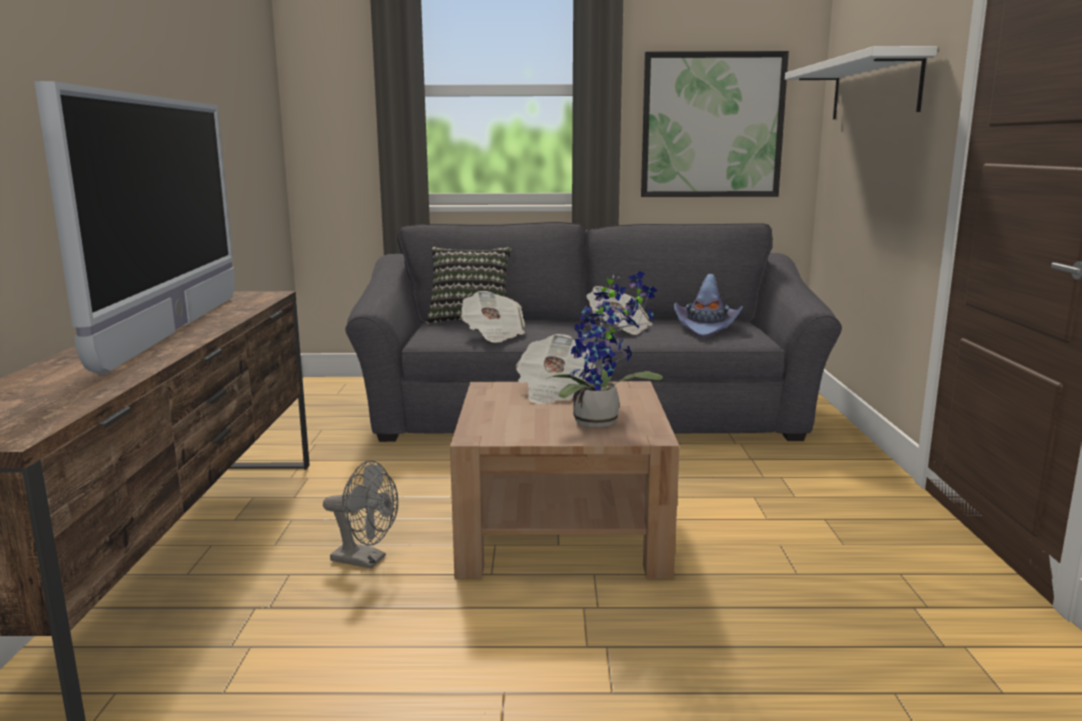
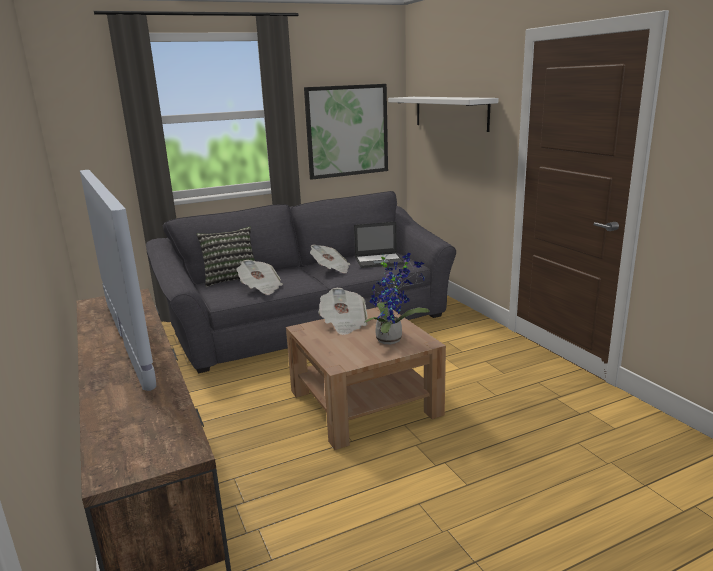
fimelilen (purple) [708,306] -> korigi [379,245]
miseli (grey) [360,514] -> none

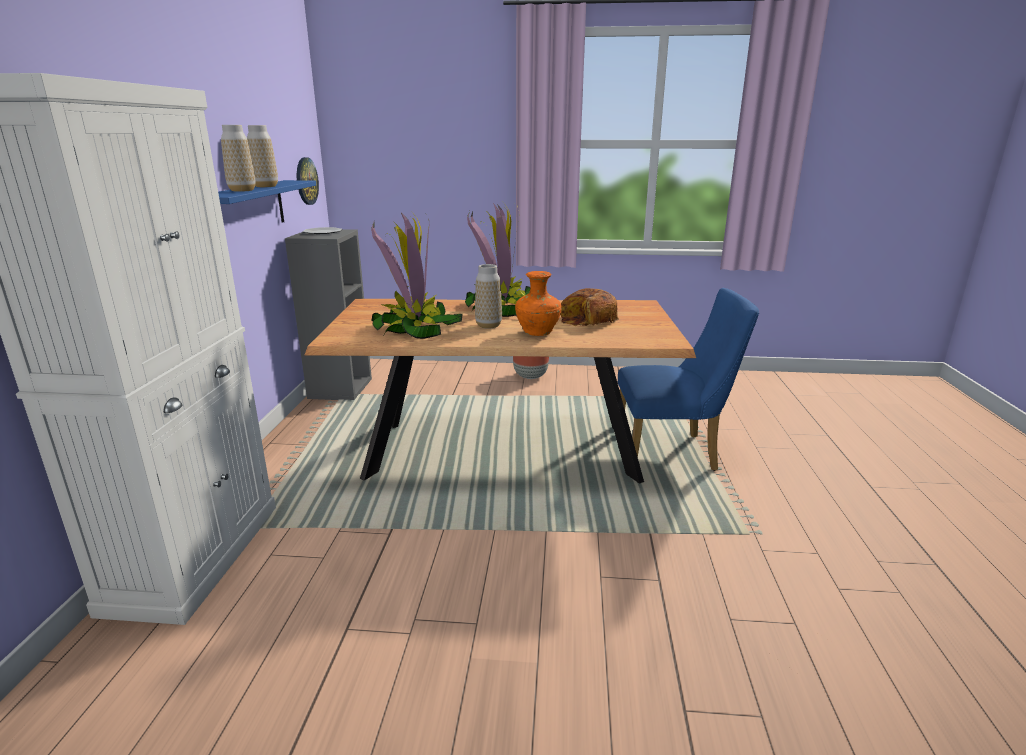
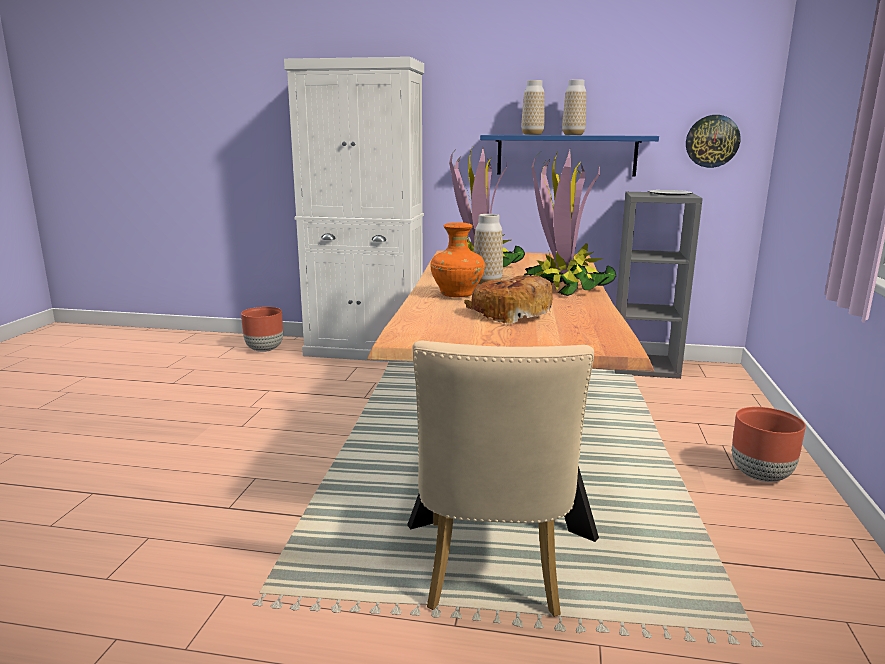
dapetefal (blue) [688,379] -> dapetefal (beige) [503,479]
none -> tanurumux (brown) [262,329]

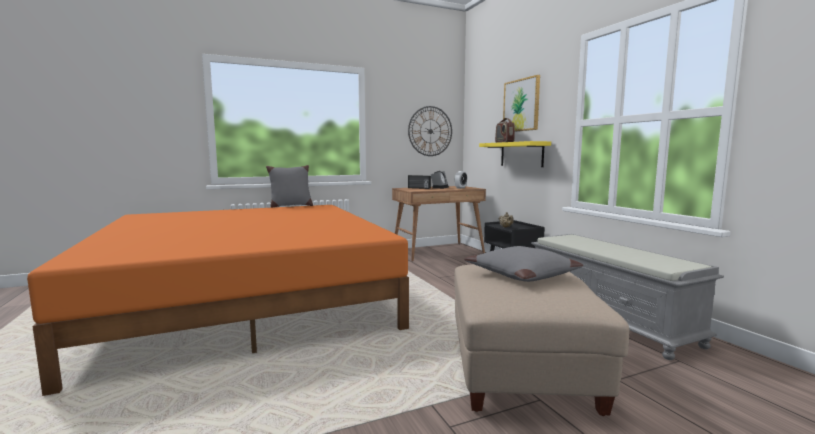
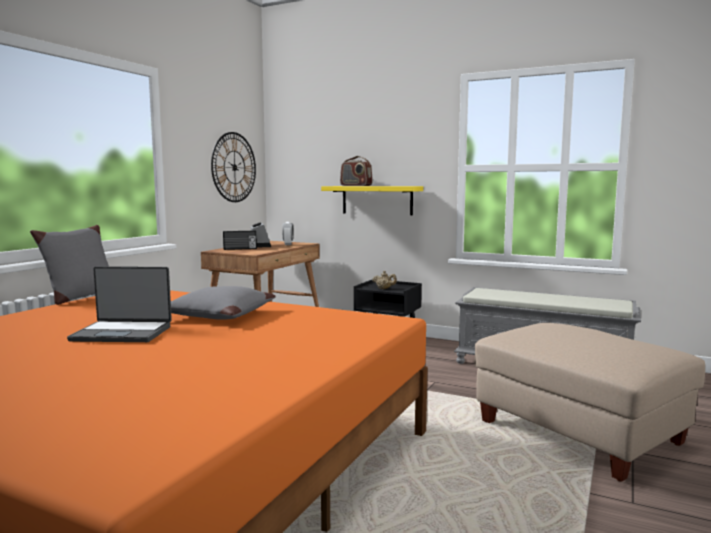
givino [521,103] -> none
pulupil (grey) [523,264] -> pulupil (grey) [223,303], moved
none -> korigi [119,304]

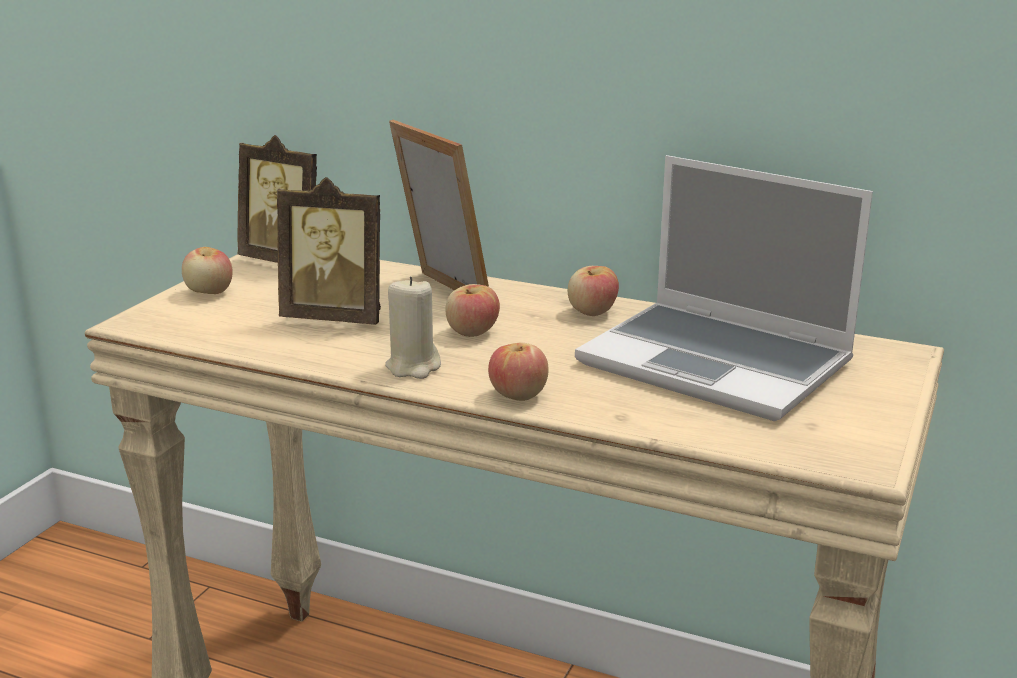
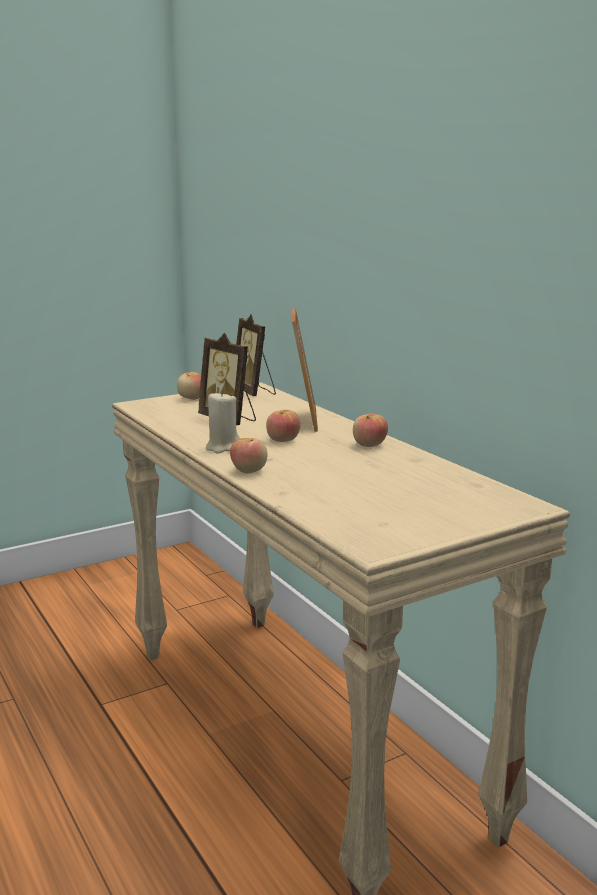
korigi [724,288] -> none

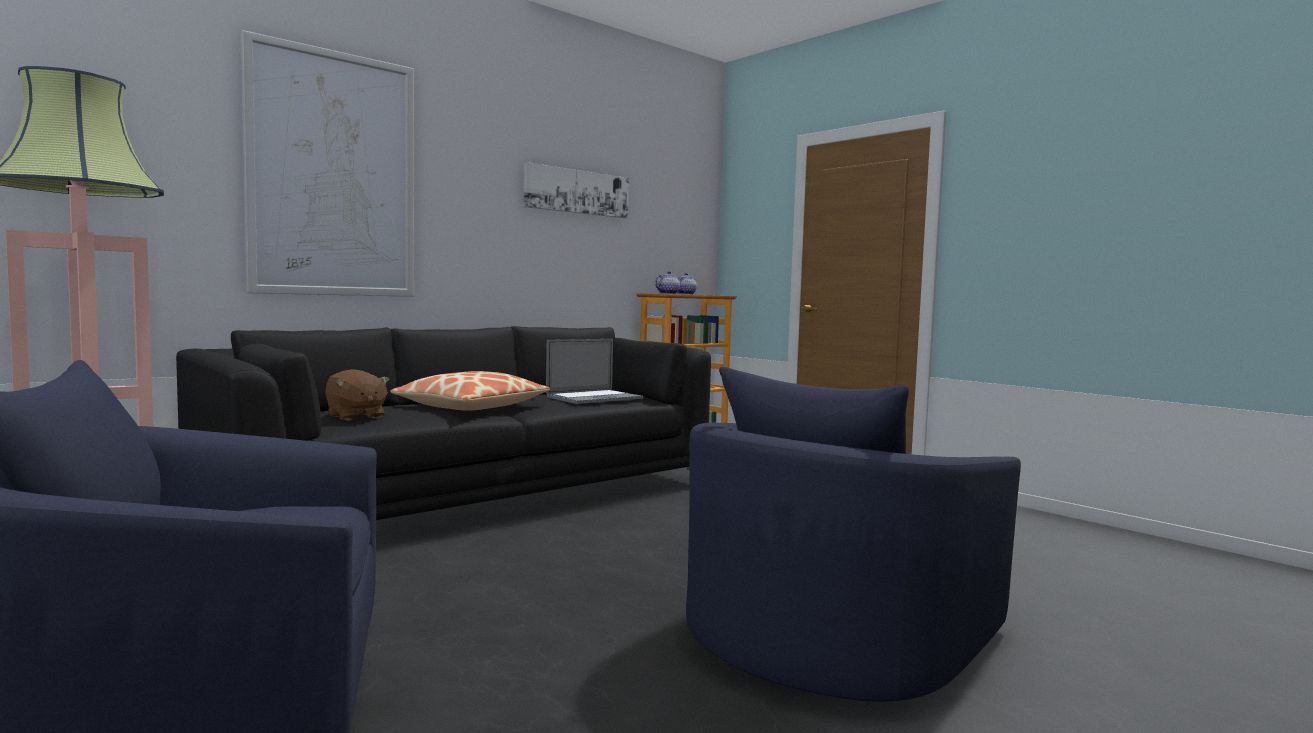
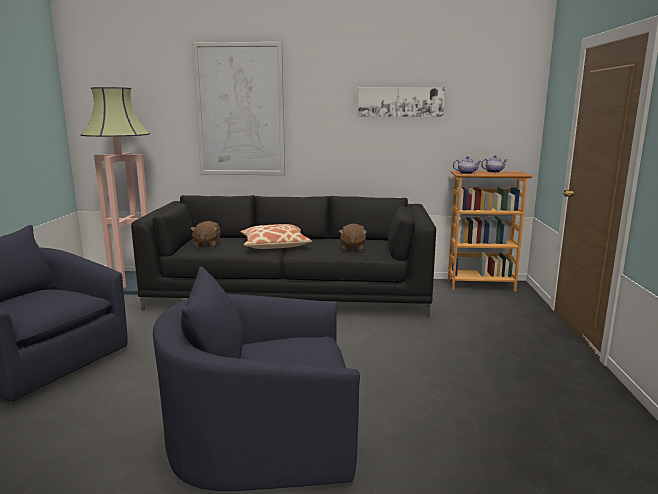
korigi [594,371] -> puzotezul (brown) [353,237]

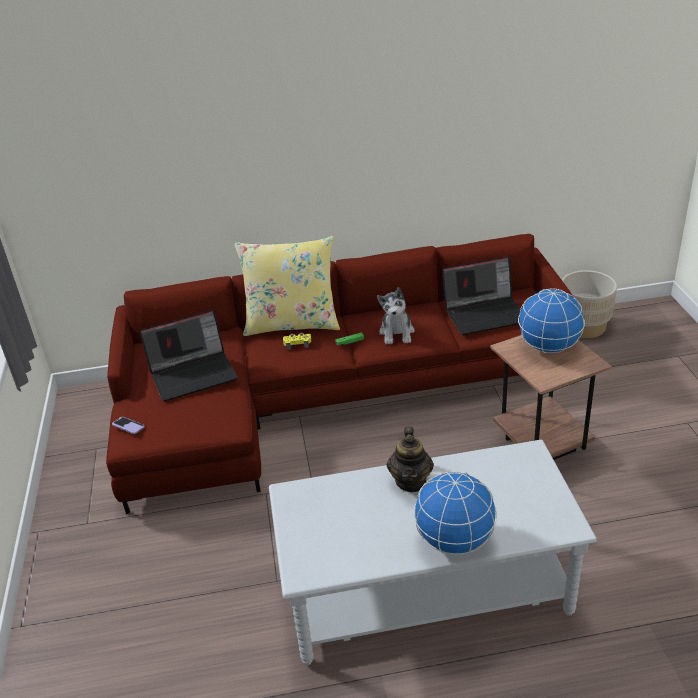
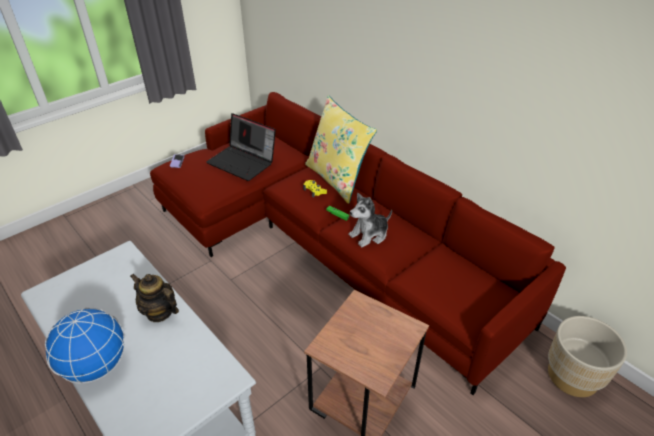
korigi [481,295] -> none
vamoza [551,320] -> none
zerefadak [410,459] -> zerefadak [154,298], 60 degrees clockwise

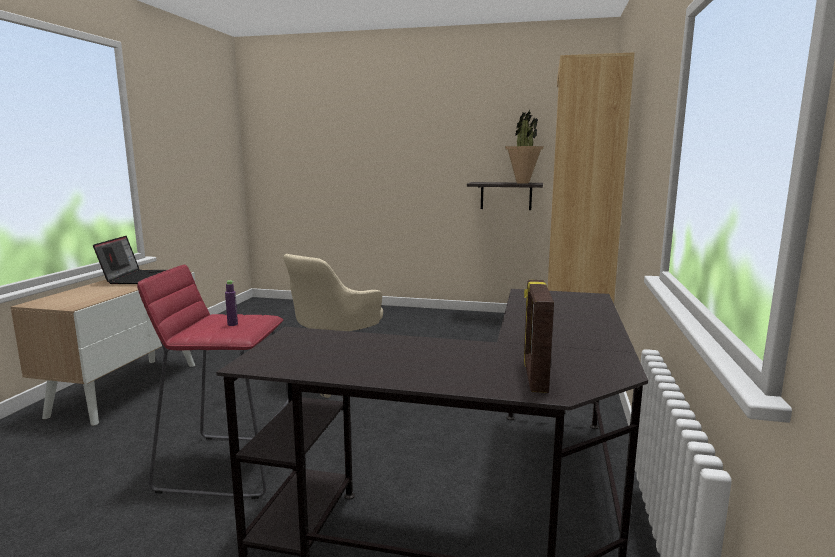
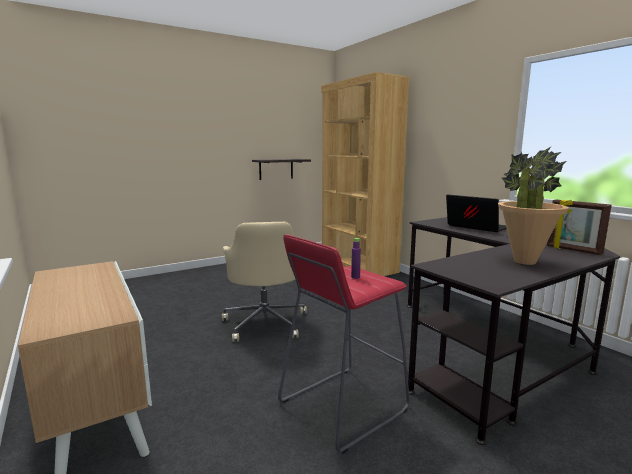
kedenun [524,147] -> kedenun [533,206], moved
korigi [129,260] -> korigi [476,213], moved

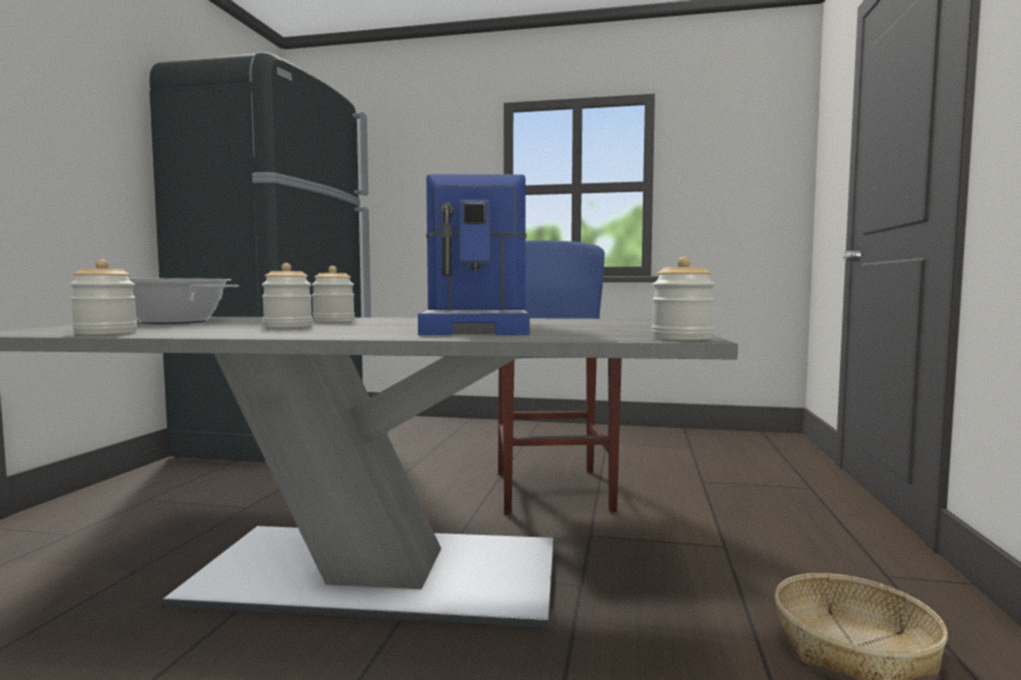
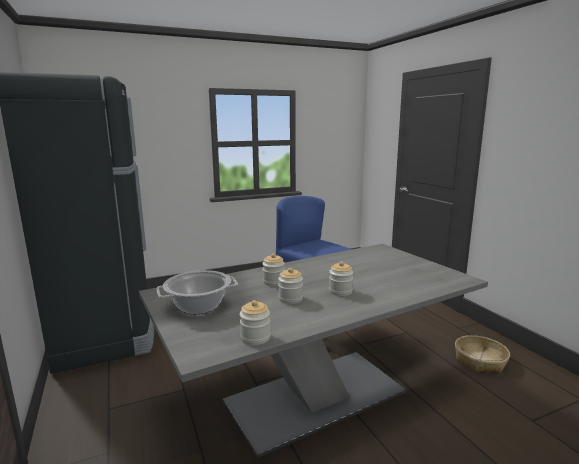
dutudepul [474,254] -> none
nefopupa [683,298] -> nefopupa [341,278], moved

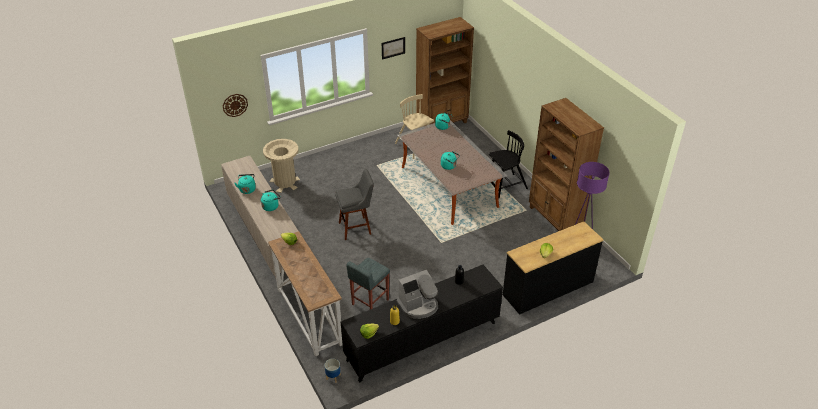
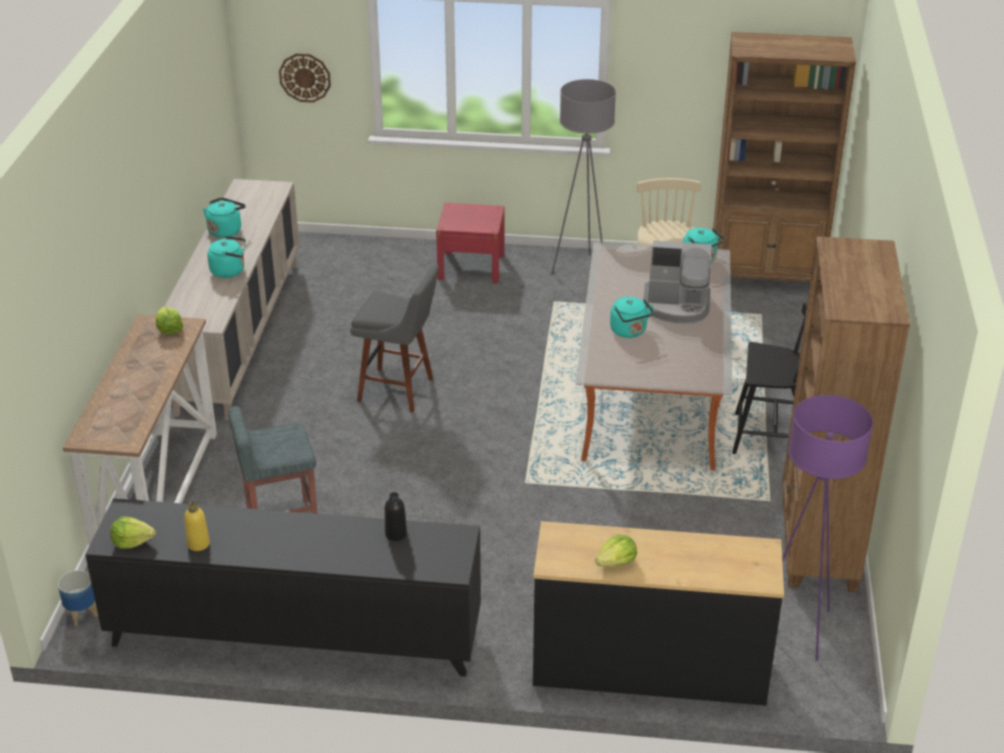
givino [393,48] -> none
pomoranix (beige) [281,166] -> none
dutudepul [417,294] -> dutudepul [677,282], moved
none -> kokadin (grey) [583,177]
none -> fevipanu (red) [470,243]

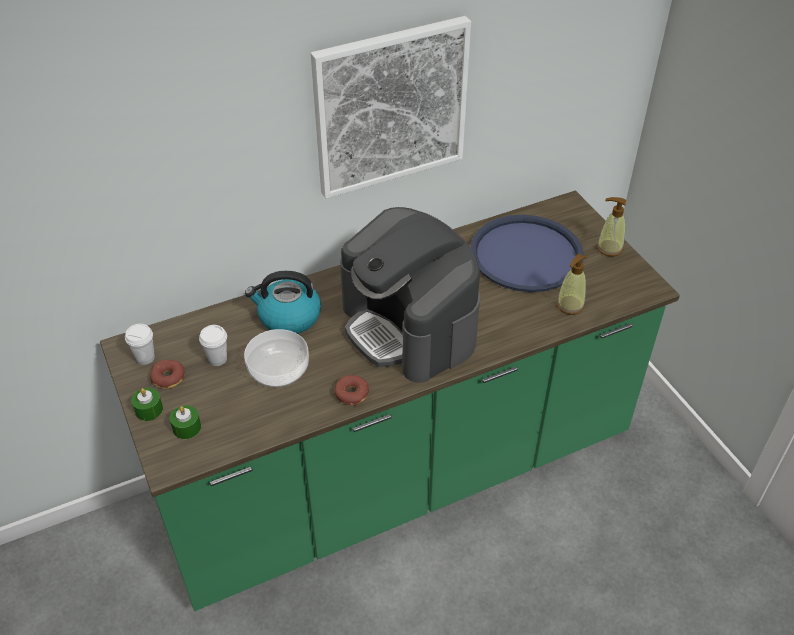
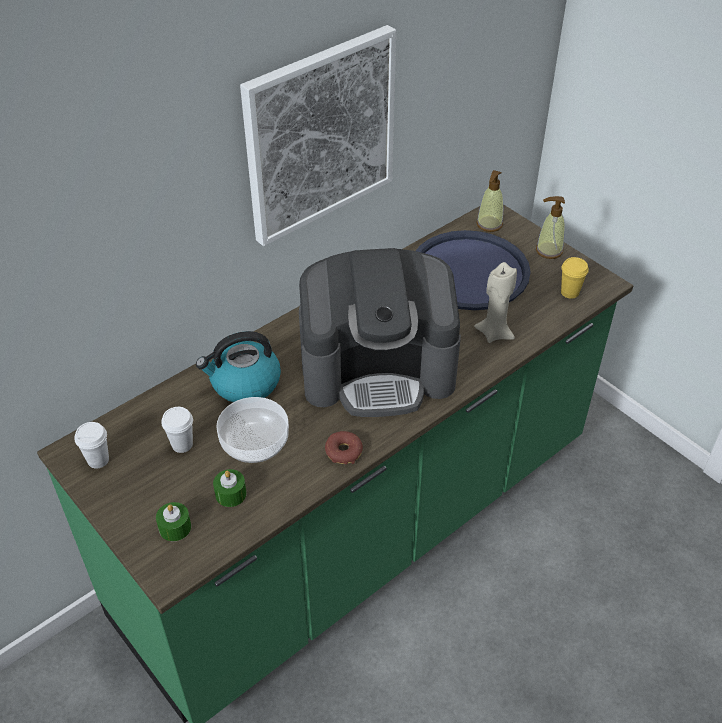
dutudepul [410,295] -> dutudepul [380,332], 45 degrees counterclockwise
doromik [571,284] -> doromik [489,201], moved
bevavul [167,374] -> none
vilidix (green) [147,404] -> vilidix (green) [230,488], moved
none -> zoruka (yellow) [575,278]
none -> vilidix (beige) [495,302]

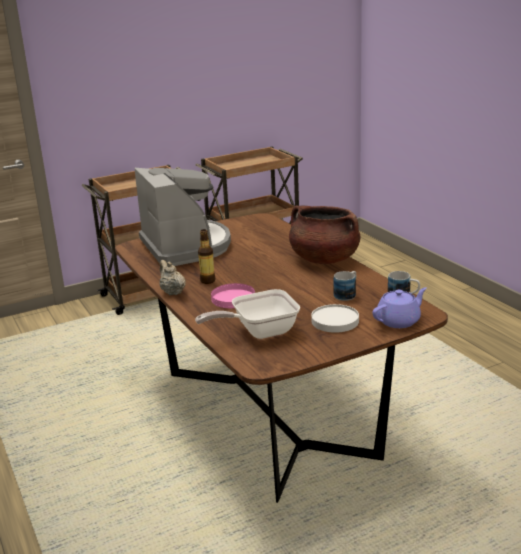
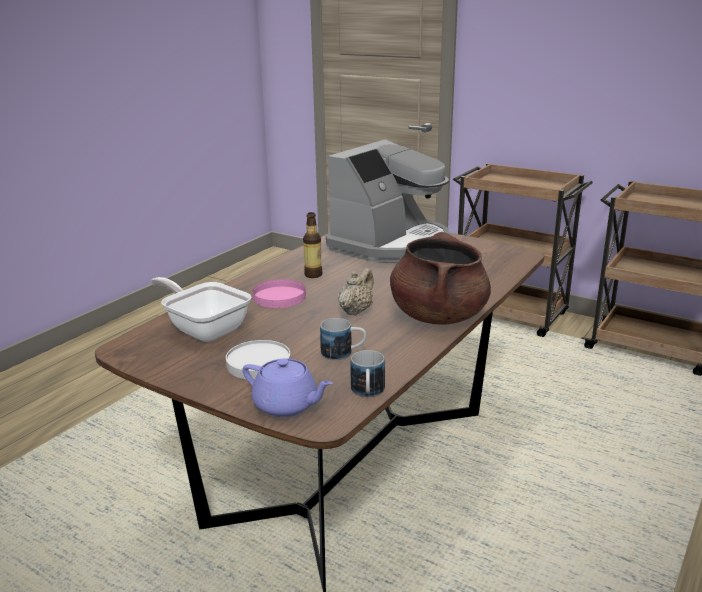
zerefadak (beige) [172,277] -> zerefadak (beige) [356,292], moved

